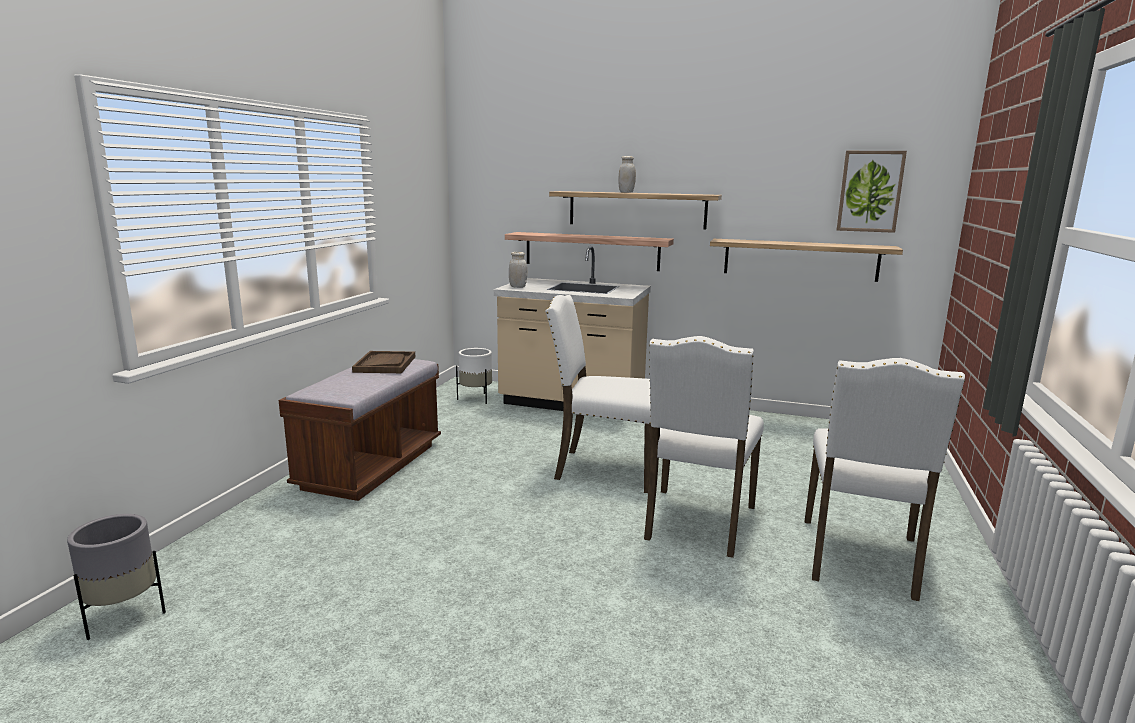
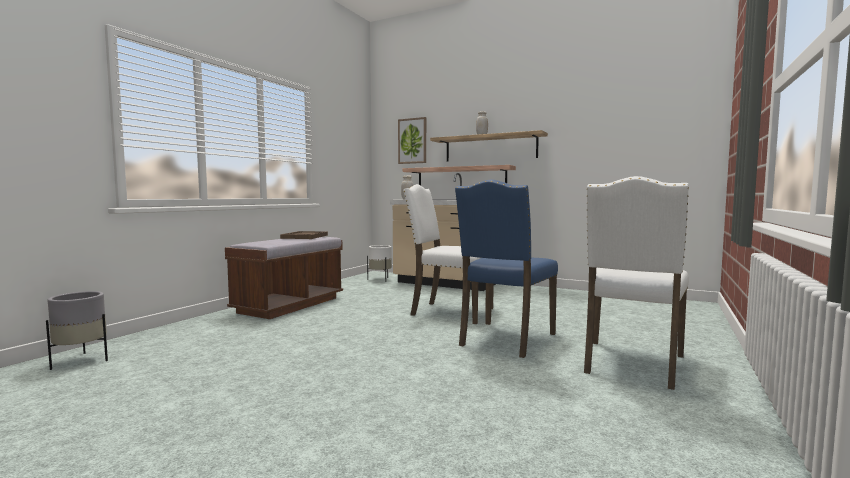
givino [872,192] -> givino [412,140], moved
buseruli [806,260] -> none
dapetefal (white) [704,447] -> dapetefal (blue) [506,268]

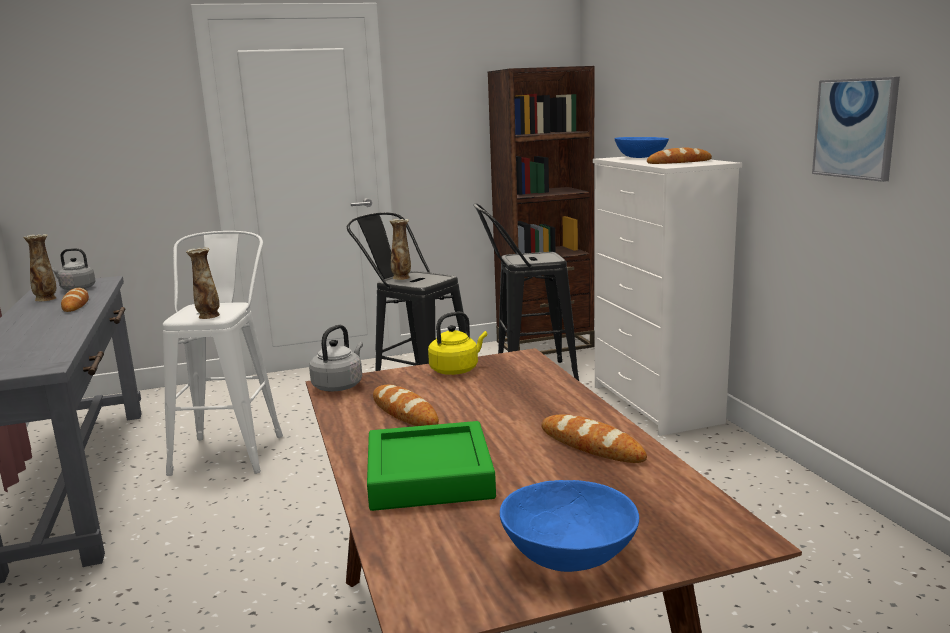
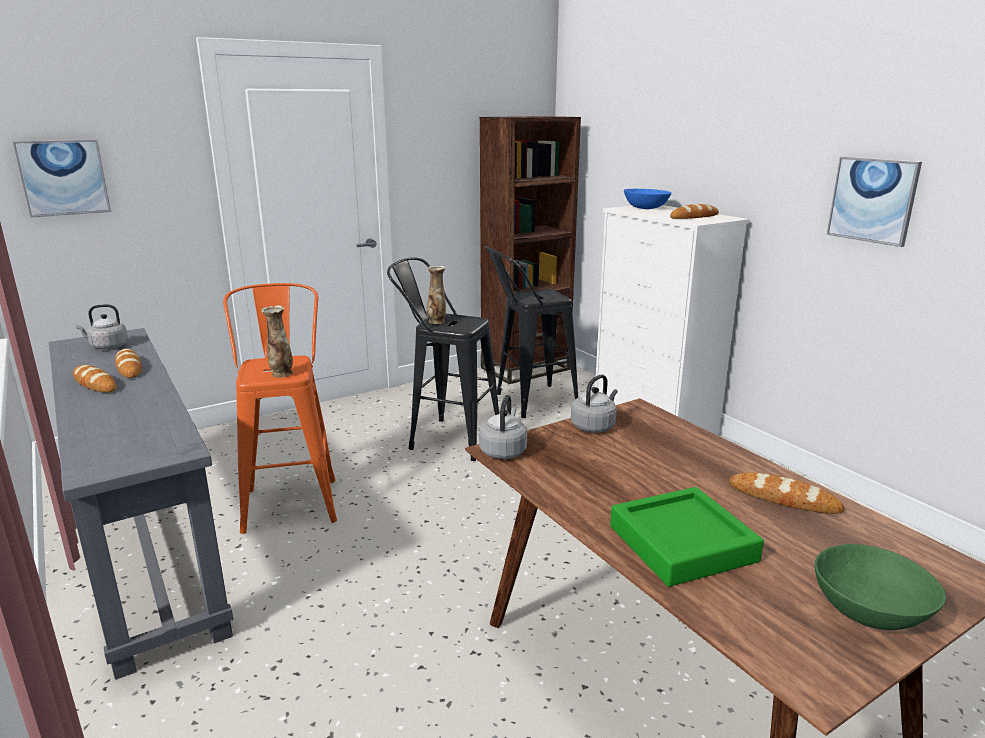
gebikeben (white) [223,353] -> gebikeben (orange) [280,408]
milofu [39,267] -> none
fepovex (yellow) [457,343] -> fepovex (grey) [594,403]
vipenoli [406,405] -> vipenoli [95,379], moved
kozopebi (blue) [569,526] -> kozopebi (green) [880,587]
none -> givino [62,179]

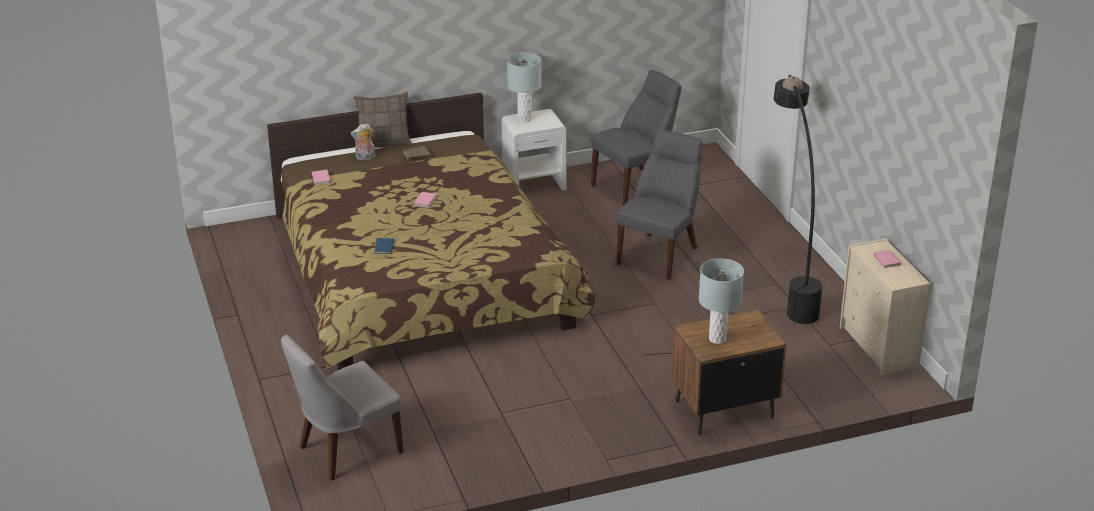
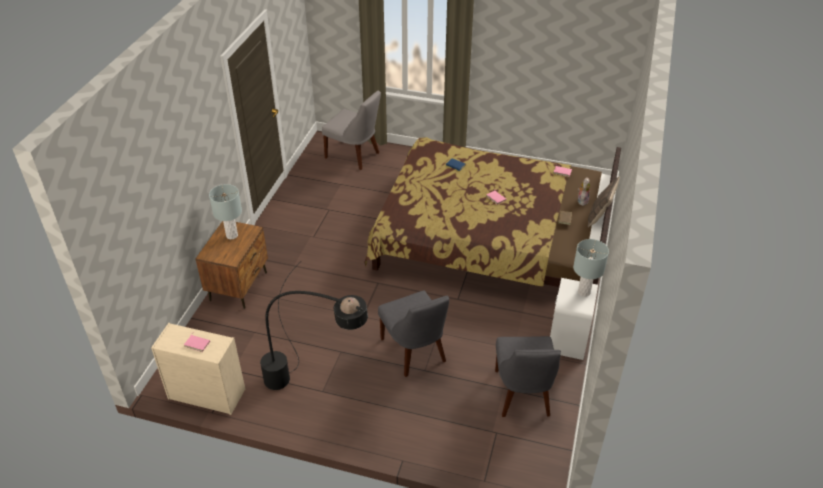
dapetefal (grey) [342,408] -> dapetefal (grey) [351,130], 120 degrees clockwise

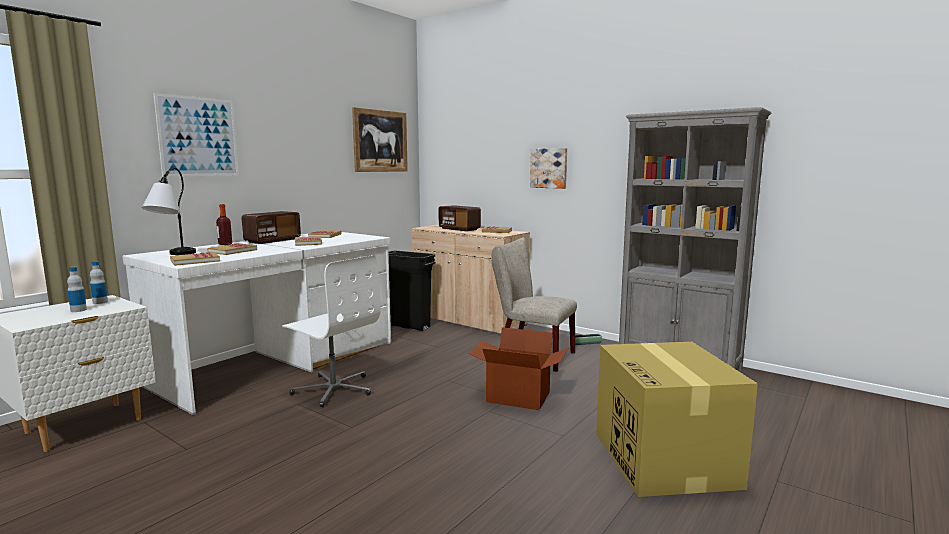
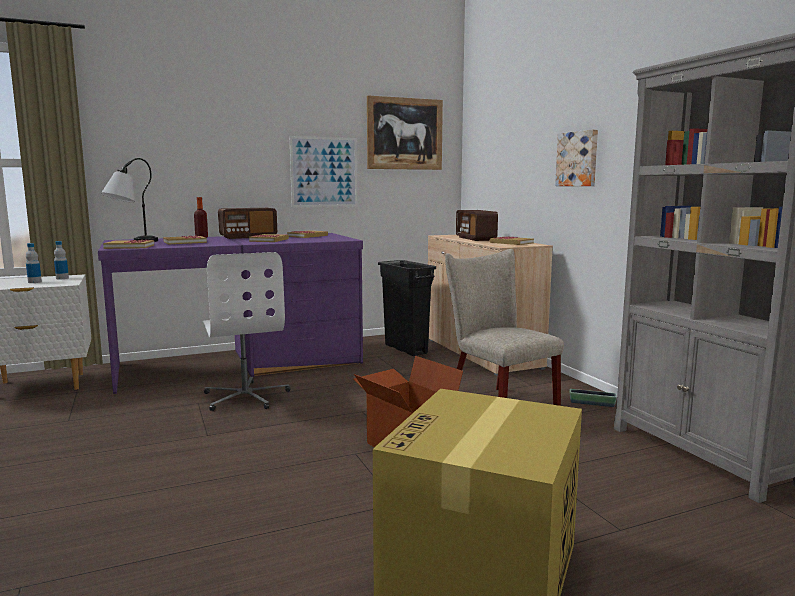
givino [196,135] -> givino [323,171], moved
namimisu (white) [257,323] -> namimisu (purple) [230,313]

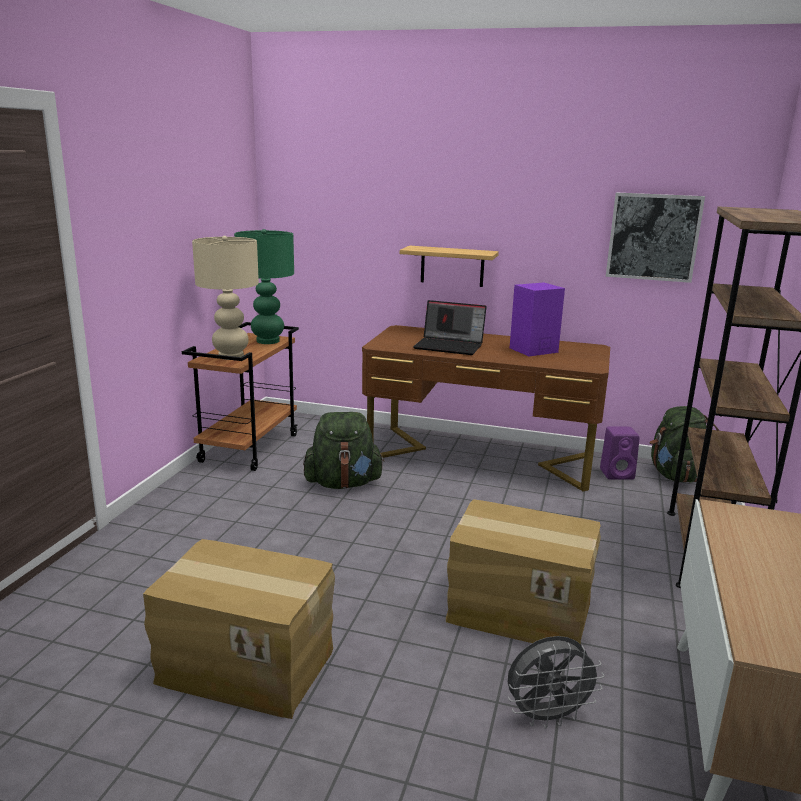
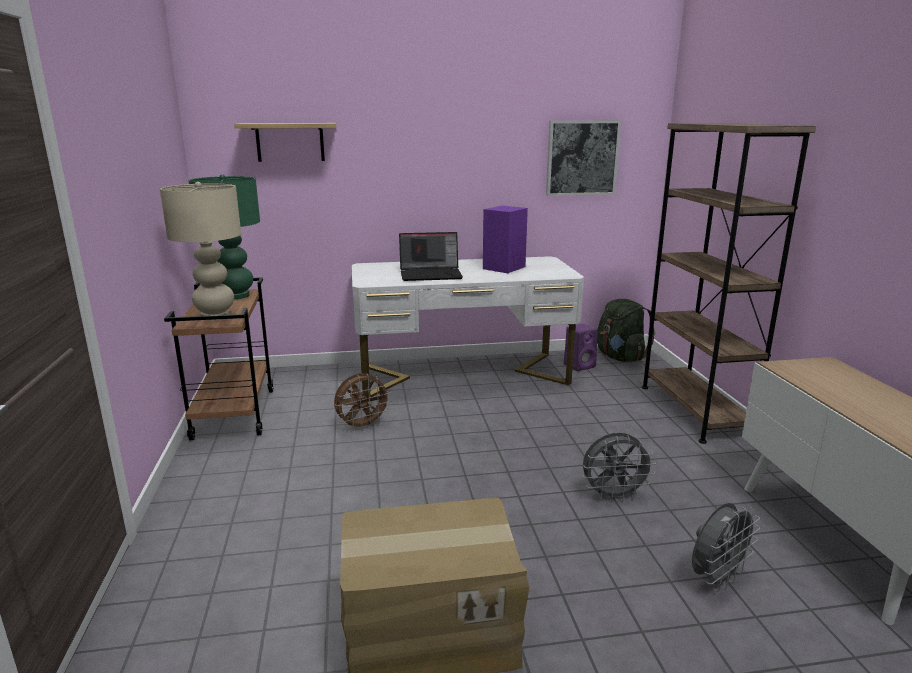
buseruli [449,266] -> buseruli [285,142], moved
namimisu (brown) [486,408] -> namimisu (white) [468,326]
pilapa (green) [344,450] -> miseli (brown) [363,402]
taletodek [523,571] -> miseli (grey) [619,467]

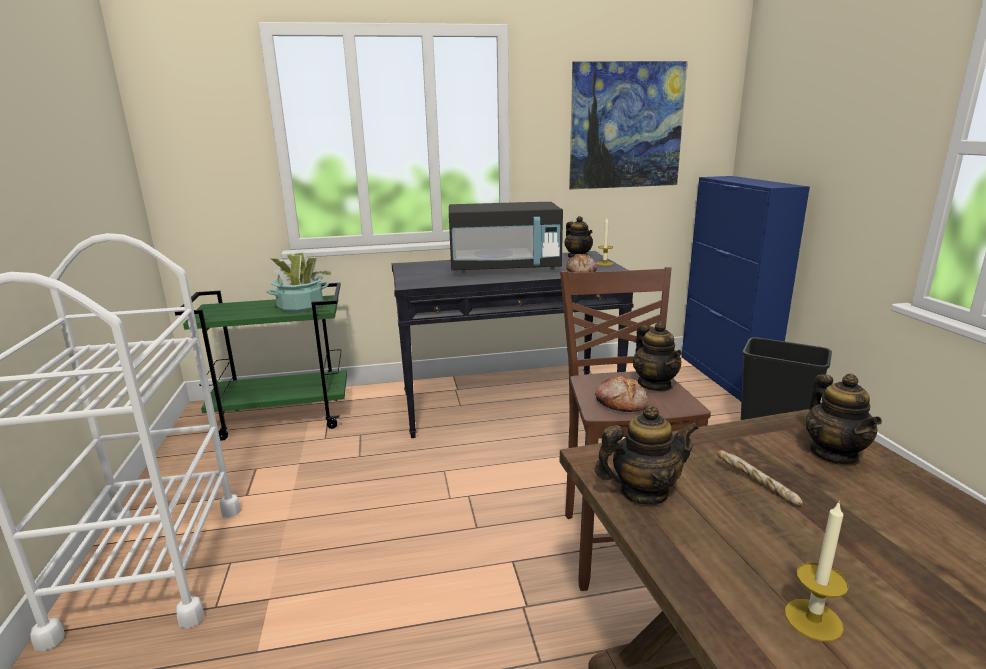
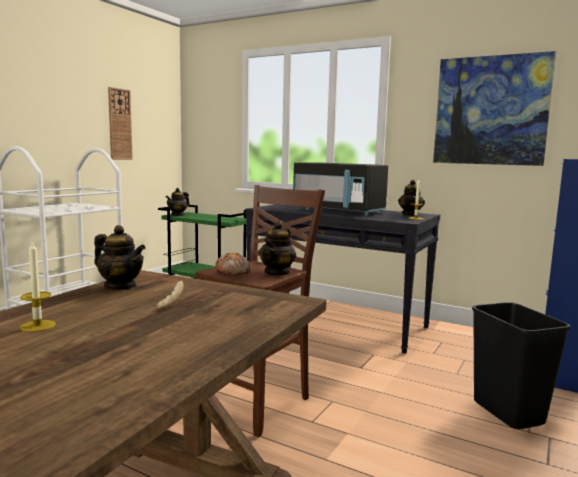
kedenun [299,282] -> none
vipenoli [581,263] -> none
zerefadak [844,420] -> zerefadak [178,202], moved
none -> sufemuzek [120,123]

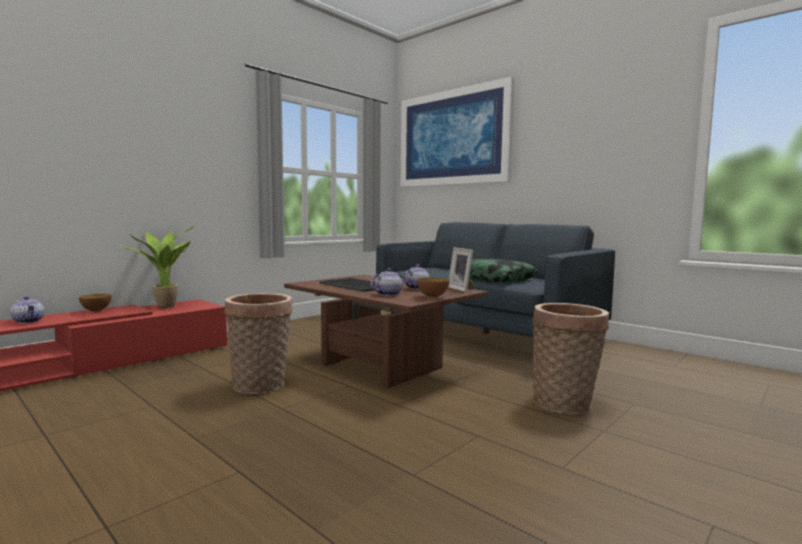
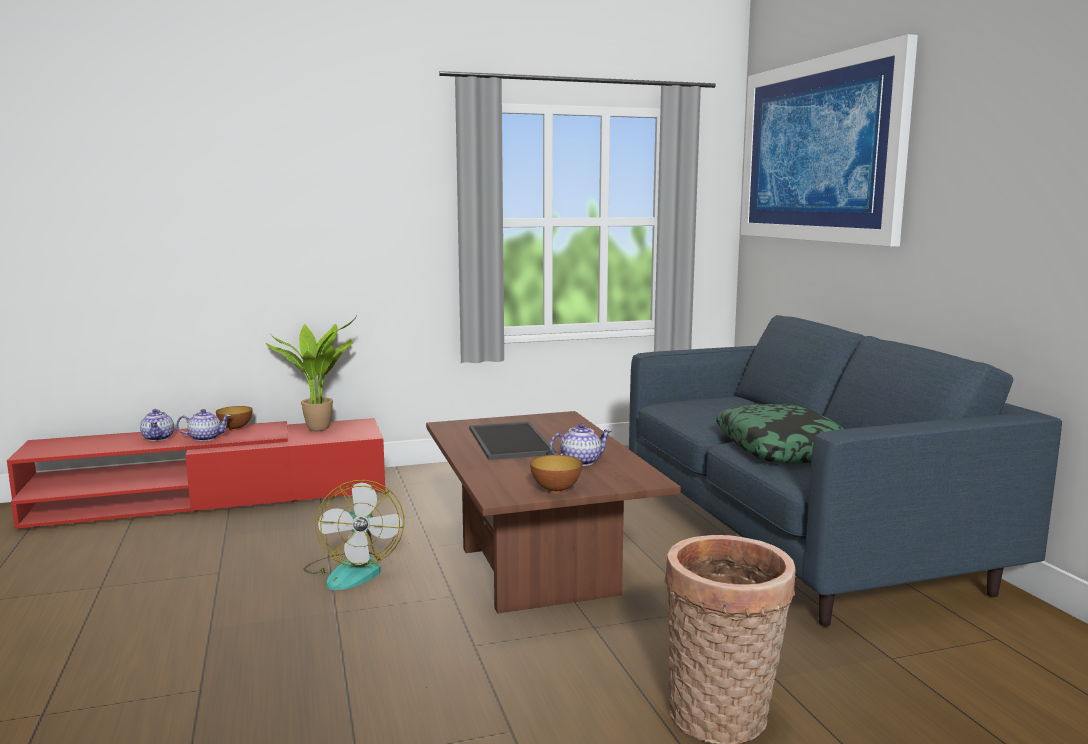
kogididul [460,270] -> none
zerefadak [388,282] -> zerefadak [203,425], moved
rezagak [258,343] -> miseli [353,535]

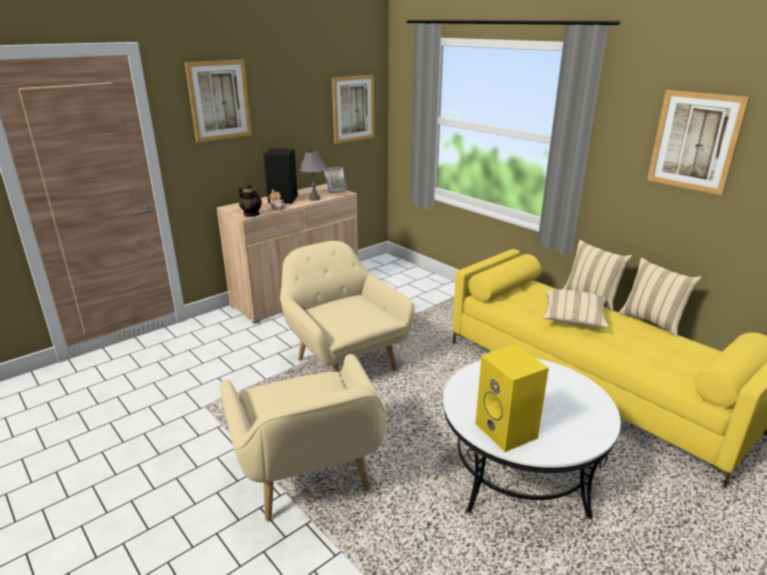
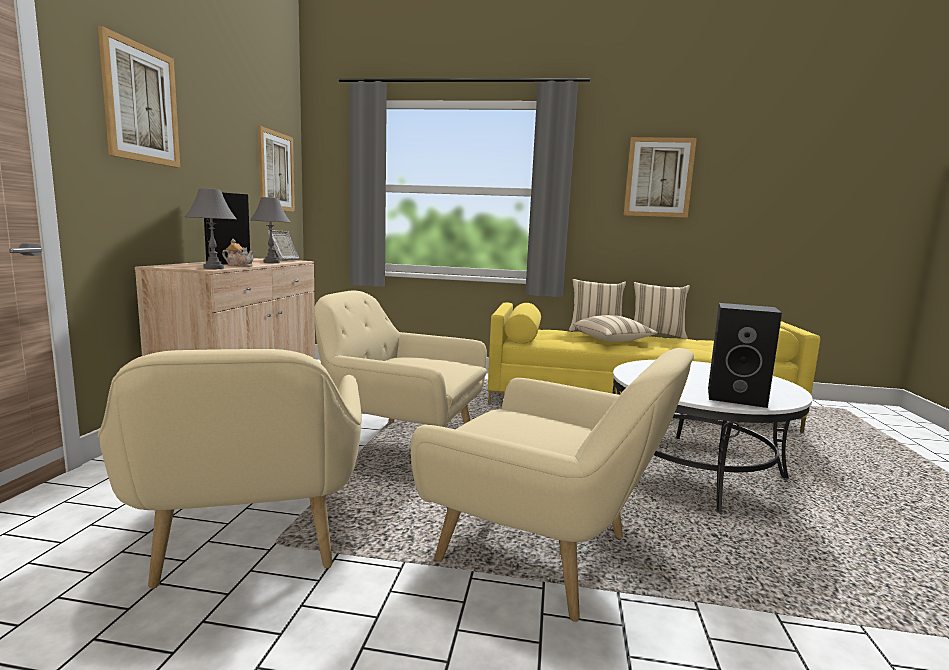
zerefadak [250,199] -> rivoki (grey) [211,229]
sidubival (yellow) [512,398] -> sidubival (black) [745,355]
none -> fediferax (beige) [229,469]

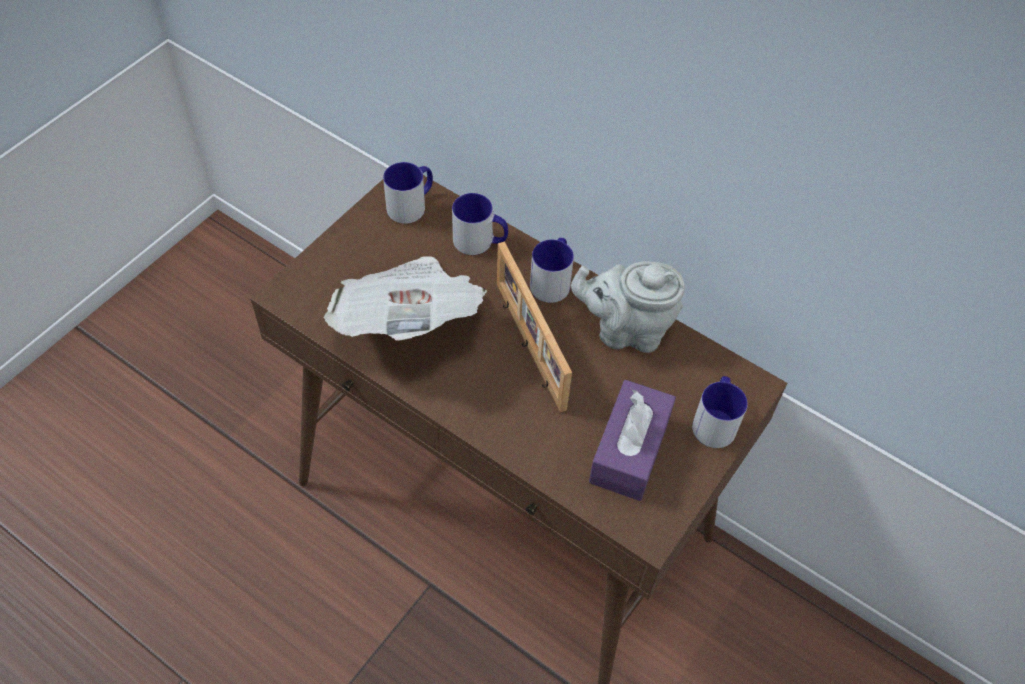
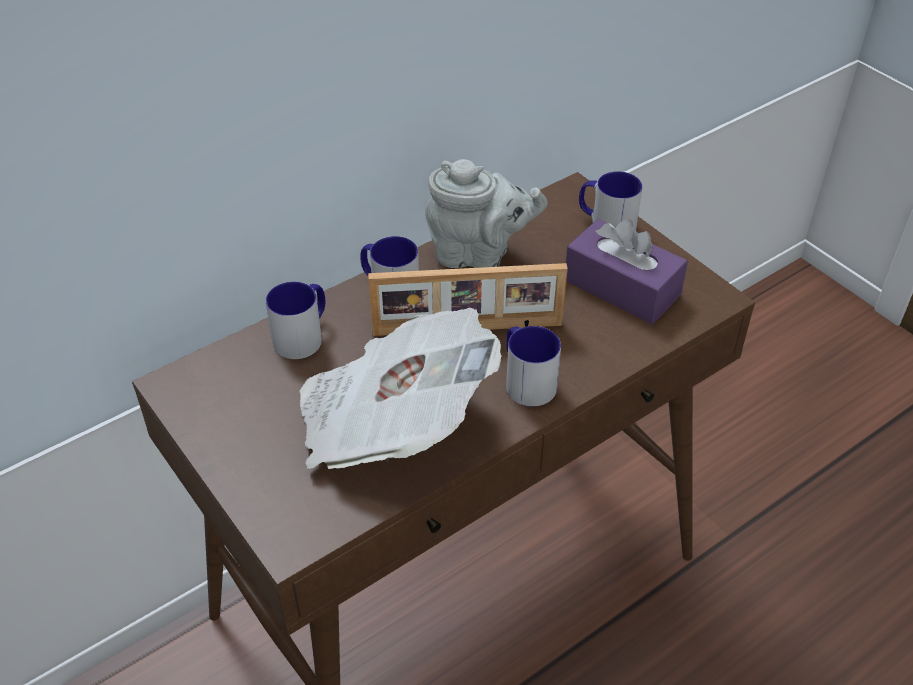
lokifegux [408,193] -> lokifegux [533,366], moved
zerefadak (grey) [628,307] -> zerefadak (grey) [486,213], 105 degrees counterclockwise

